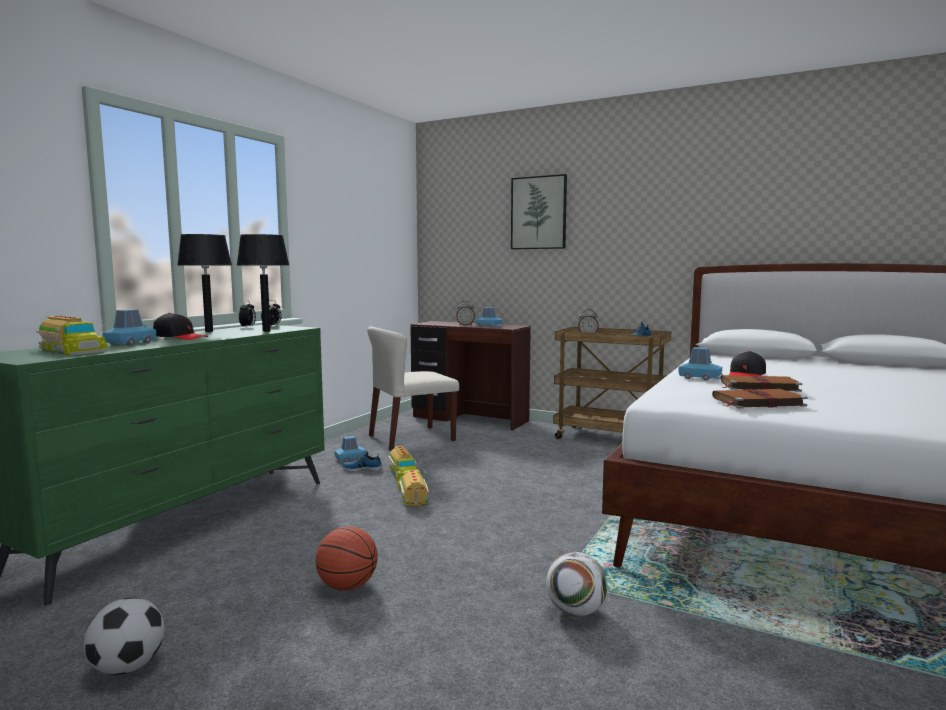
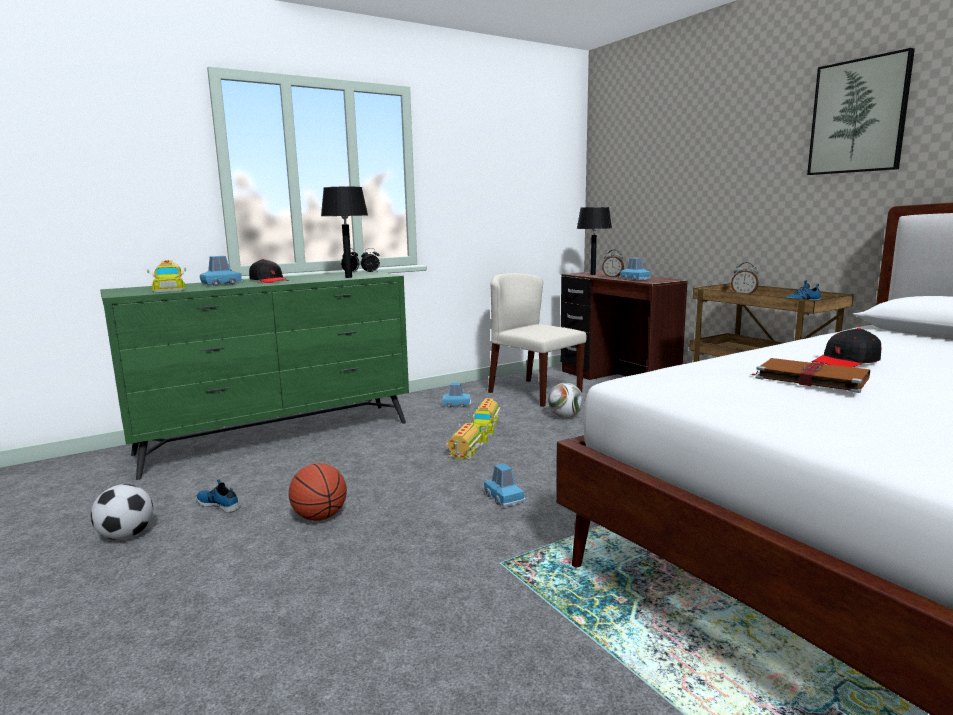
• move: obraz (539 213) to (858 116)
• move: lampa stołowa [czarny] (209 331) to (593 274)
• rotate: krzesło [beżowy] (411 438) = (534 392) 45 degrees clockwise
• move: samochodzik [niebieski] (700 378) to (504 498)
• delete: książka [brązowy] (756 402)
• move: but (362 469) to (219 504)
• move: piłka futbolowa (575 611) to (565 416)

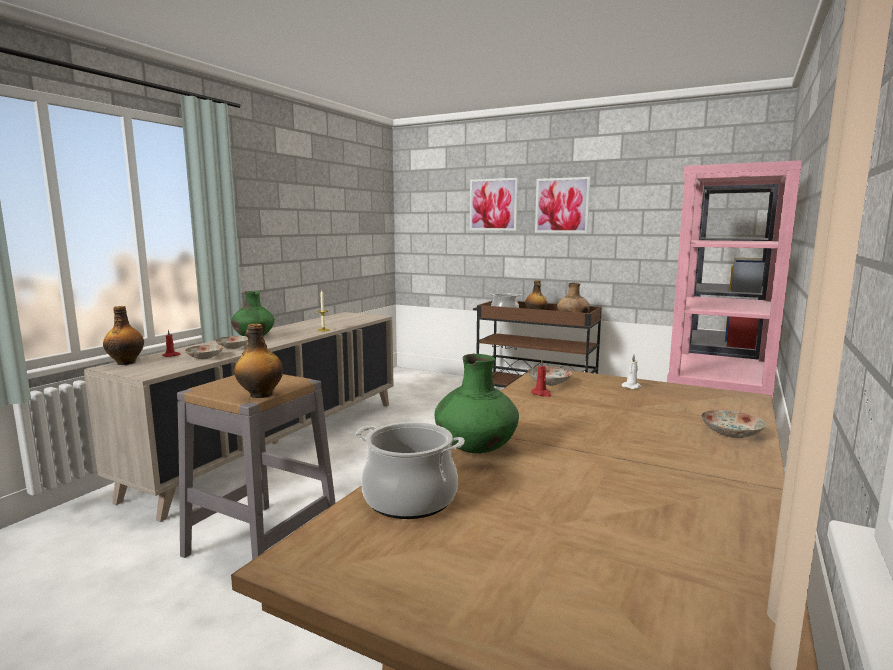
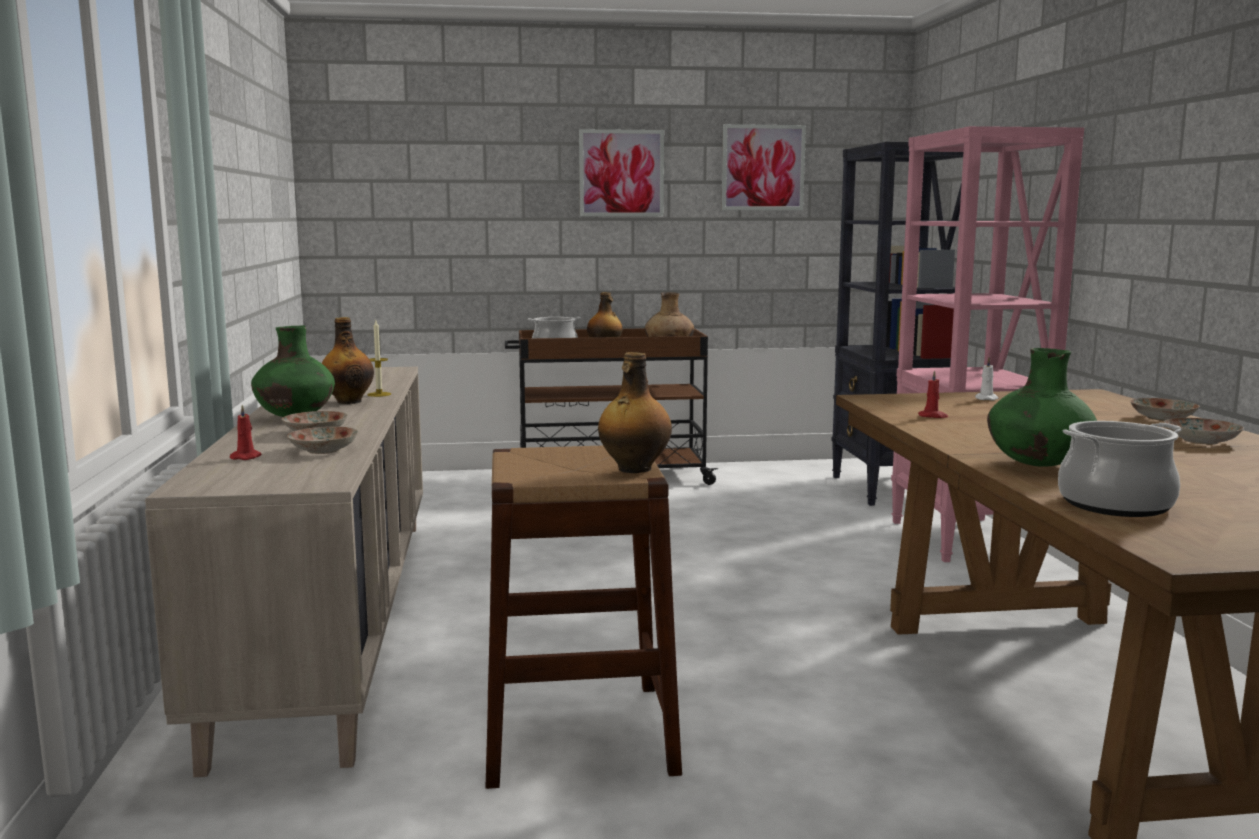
• move: obraz (493 204) to (762 167)
• move: butelka (126 362) to (348 401)
• move: talerz (550 382) to (1202 441)
• recolor: stołek [szary] (262 542) to stołek [brązowy] (577 732)

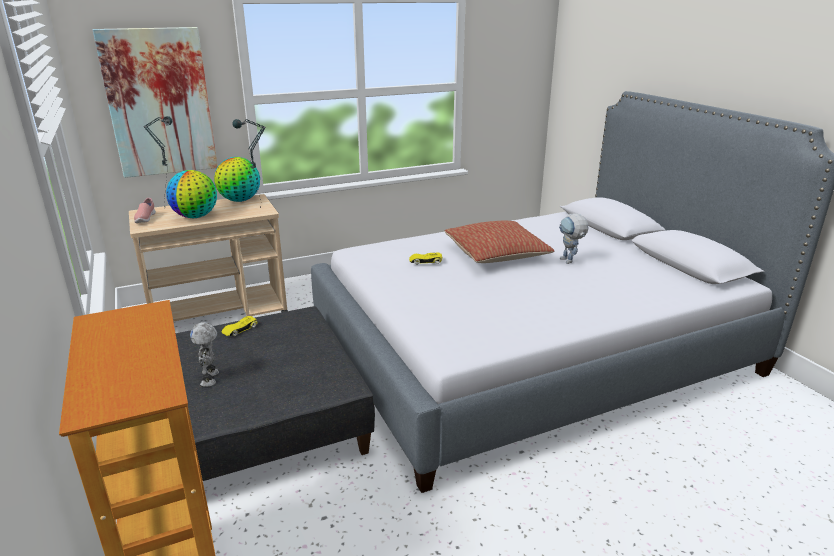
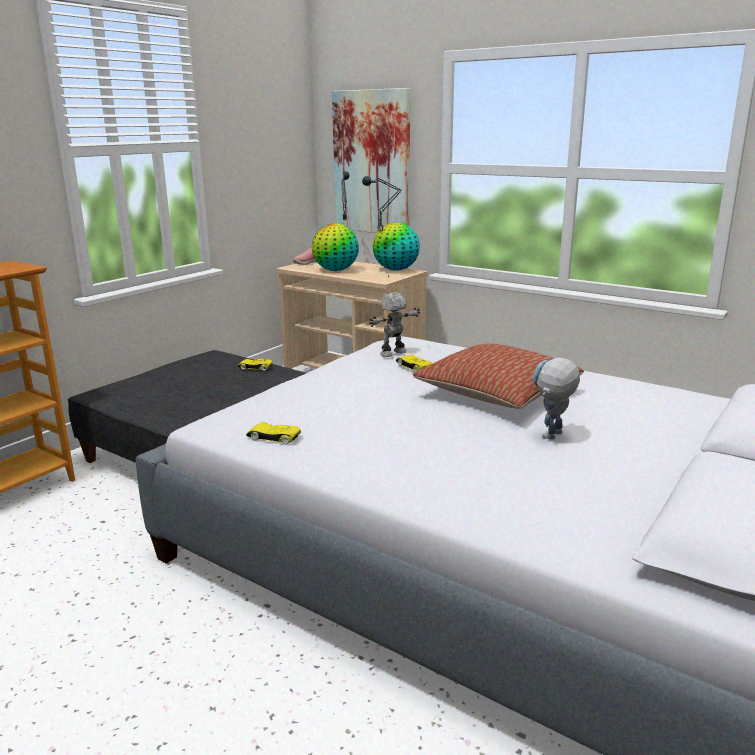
• move: robot zabawkowy (211 378) to (394 353)
• insert: samochodzik [żółty] (273 437)

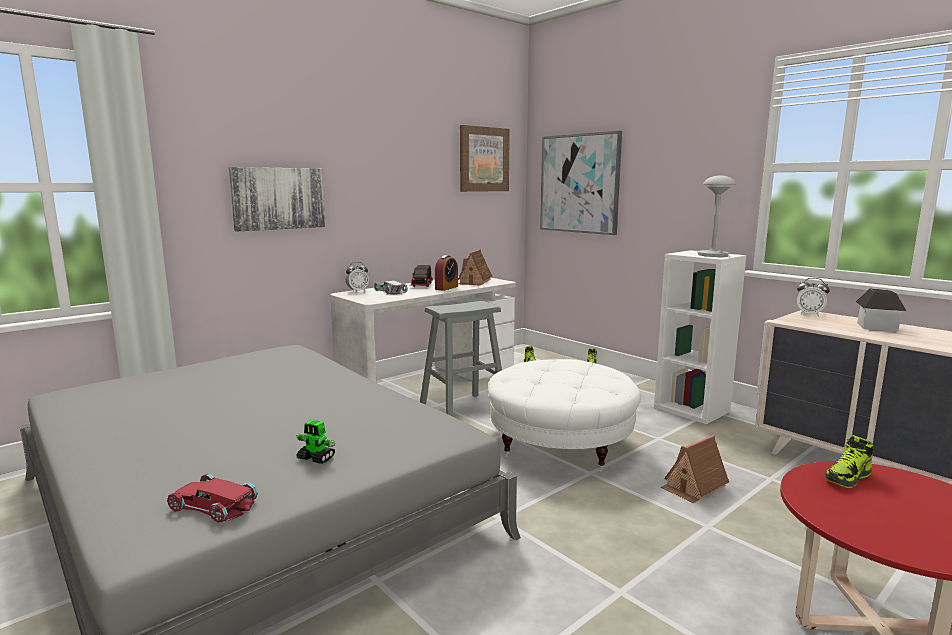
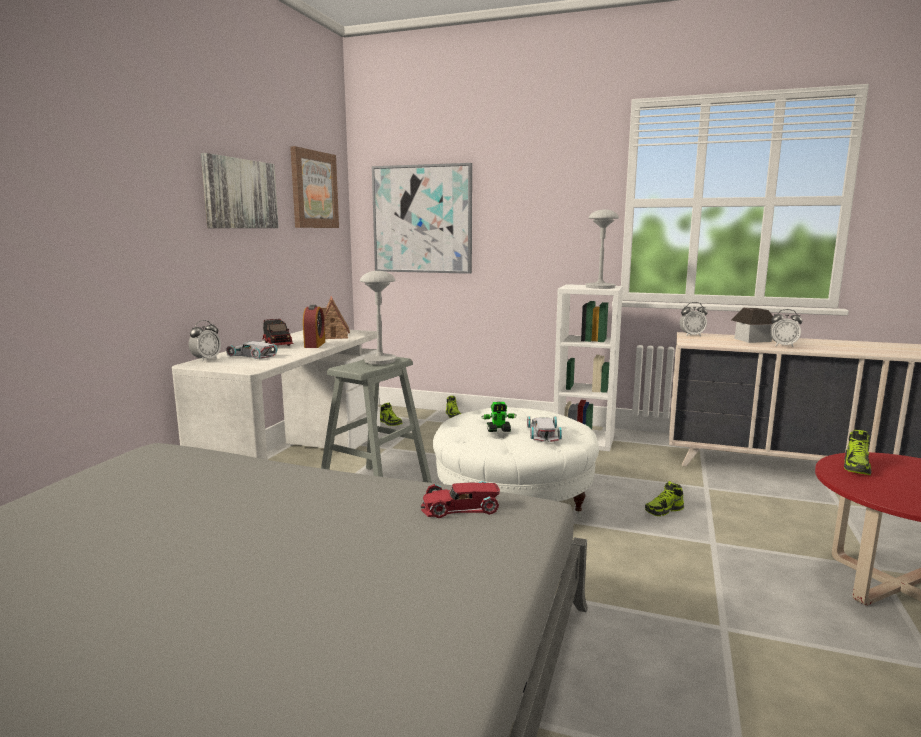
• move: obraz (278 198) to (240 194)
• move: robot zabawkowy (316 458) to (498 430)
• replace: domek (694 486) to but (664 510)
• move: samochodzik [czerwony] (213 504) to (460 506)
• insert: lampa stołowa [szary] (379 360)
• insert: budzik (783 346)
• insert: samochodzik [biały] (544 433)

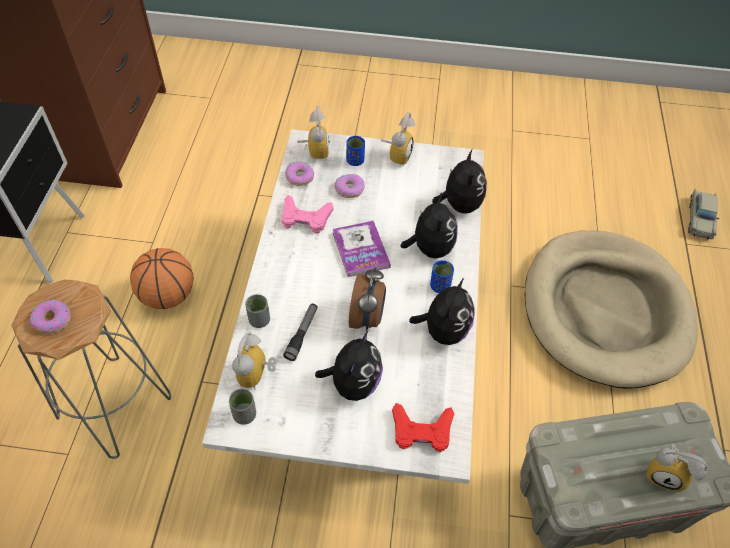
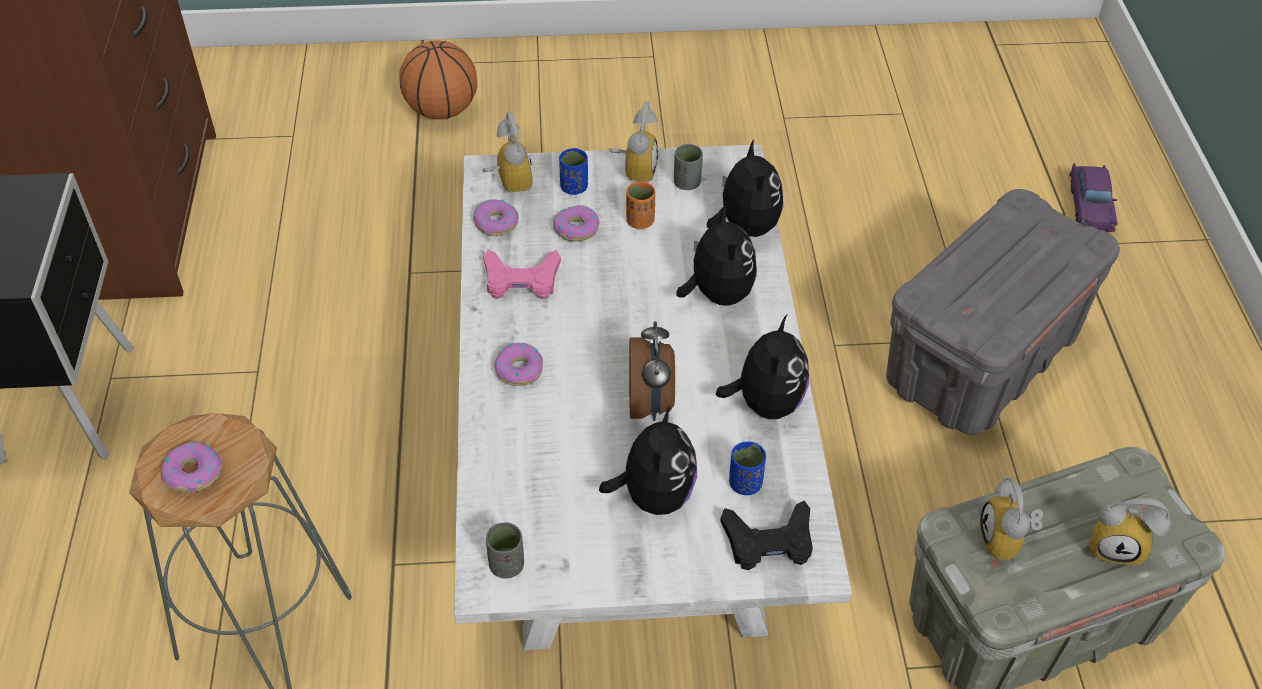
• recolor: samochodzik [beżowy] (700 219) to samochodzik [fioletowy] (1089 206)
• delete: książka (360 250)
• replace: legowisko [beżowy] (605 310) to pojemnik do przechowywania [szary] (981 358)
• move: piłka do koszykówki (168 296) to (442 110)
• move: filiżanka [niebieski] (440 286) to (745 483)
• move: filiżanka [szary] (259 320) to (687 183)
• delete: latarka (302 334)
• move: budzik (257 376) to (1007 543)
• recolor: pad do gier [czerwony] (422 431) to pad do gier [czarny] (769 541)
• insert: filiżanka [pomarańczowy] (640 221)
• insert: donut (519 369)

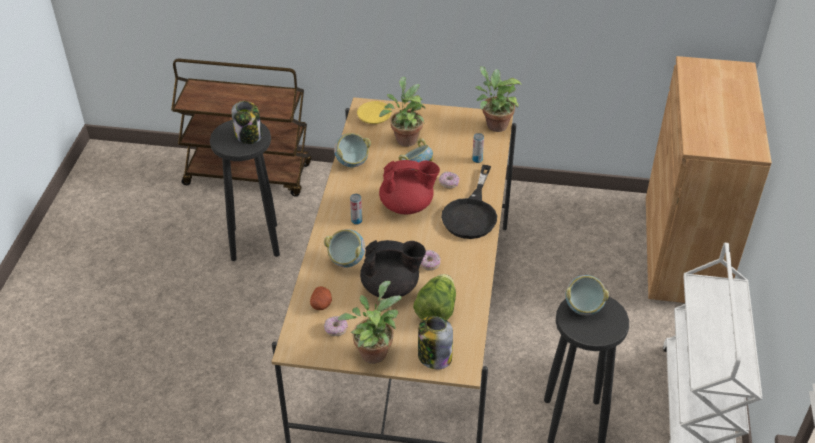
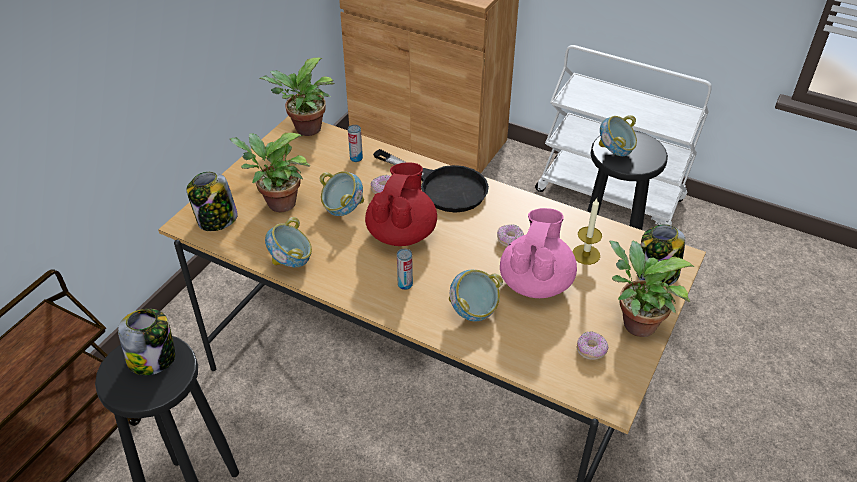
• replace: talerz [żółty] (374 117) to słoik (216 220)
• recolor: imbryk [czarny] (391 287) to imbryk [różowy] (536 282)
• replace: sałata (436 310) to świeca (586 254)
• delete: ziemniak (321 304)

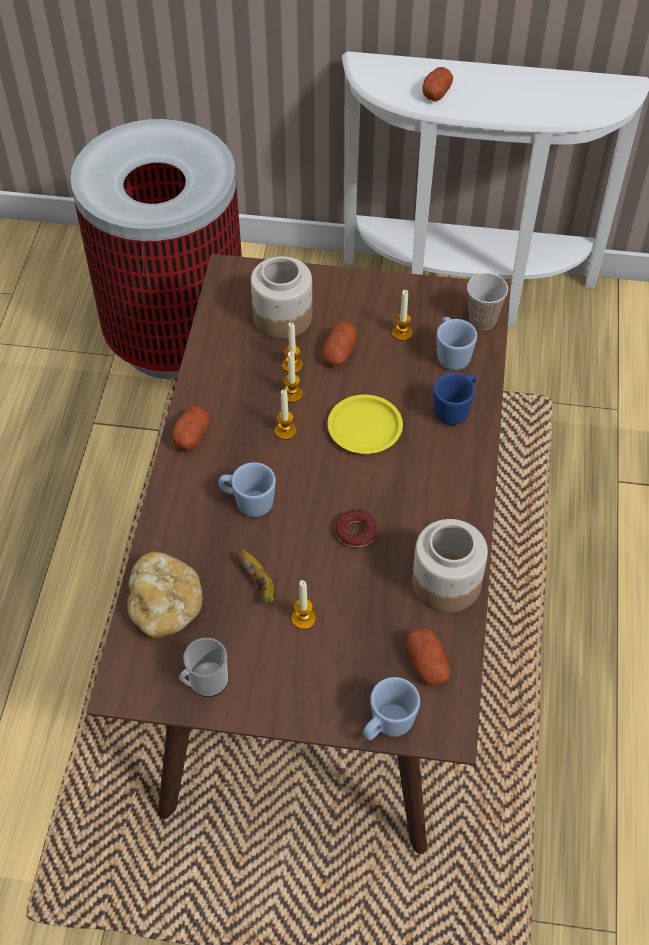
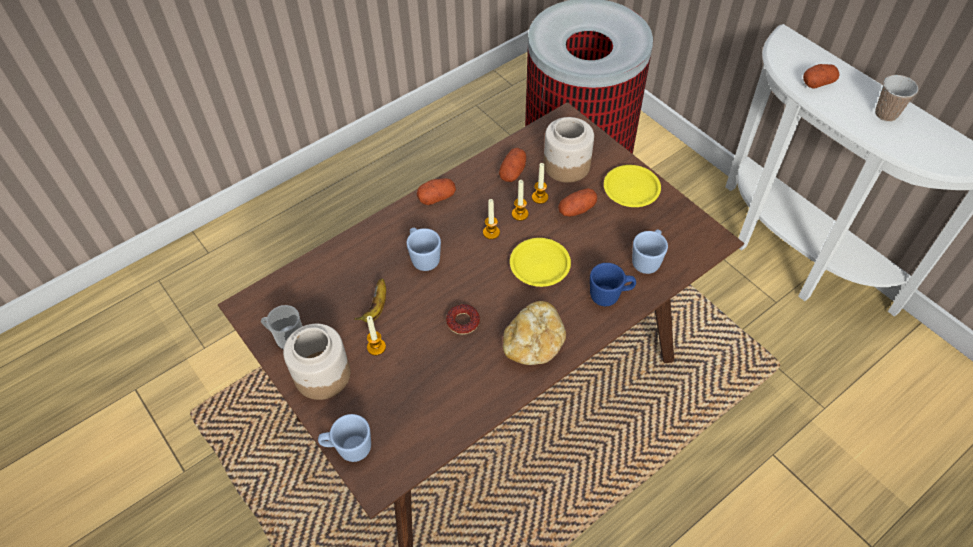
• move: filiżanka (482 320) to (886 114)
• delete: świeca (402 333)
• move: słoik (445 583) to (321 374)
• move: chleb (165 606) to (533 344)
• move: ziemniak (427 664) to (513 172)
• insert: talerz [żółty] (631 189)

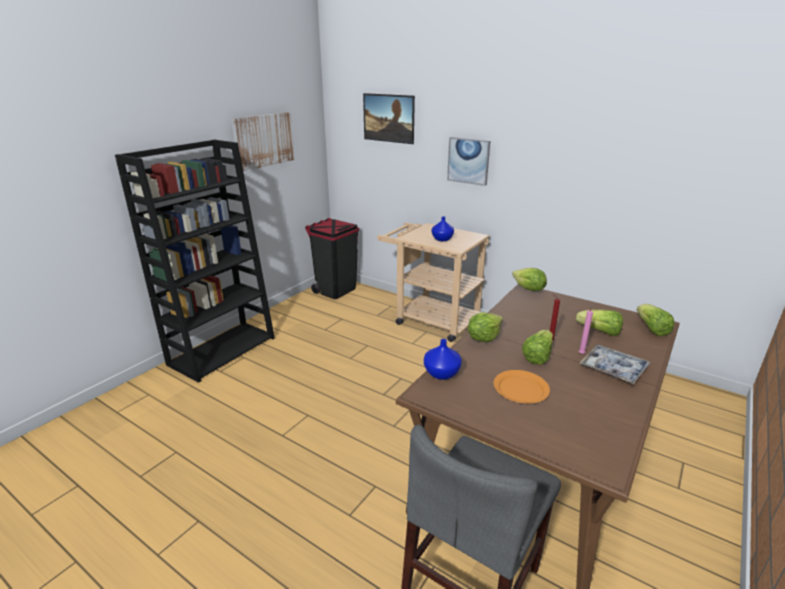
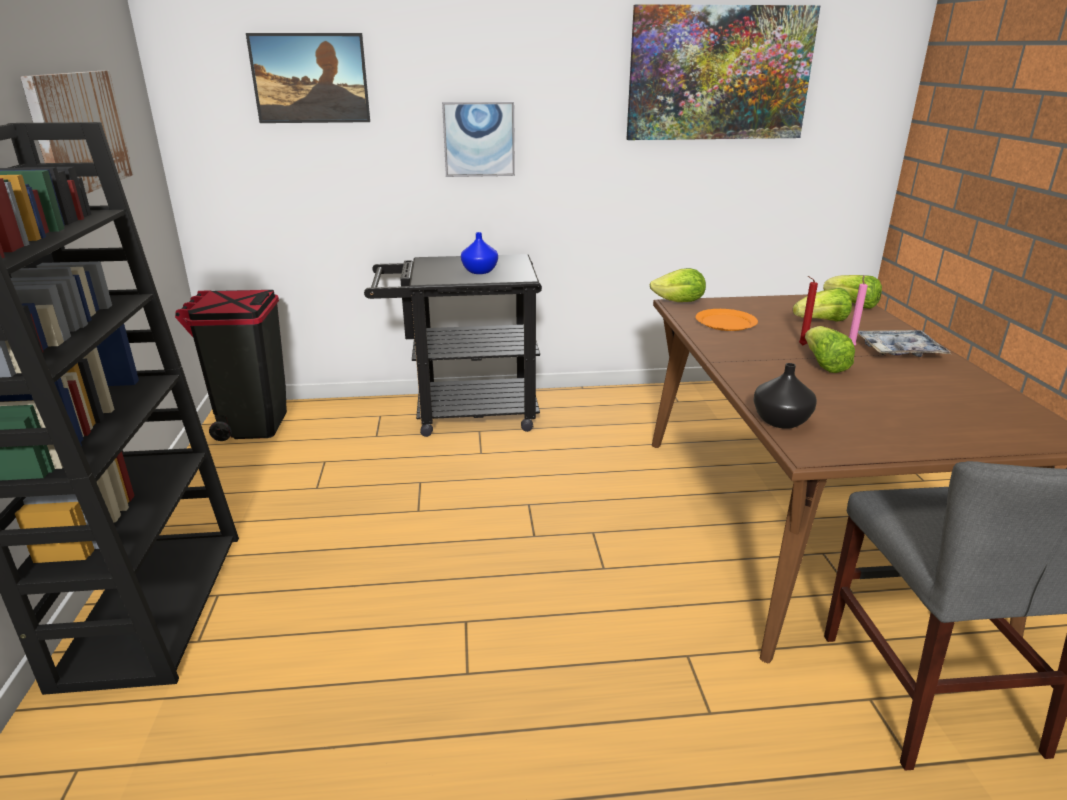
• recolor: wózek [beżowy] (430 319) to wózek [czarny] (463 413)
• delete: sałata (483 338)
• recolor: wazon [niebieski] (441 374) to wazon [czarny] (782 421)
• move: talerz [pomarańczowy] (521 389) to (726 323)
• insert: obraz (719 74)

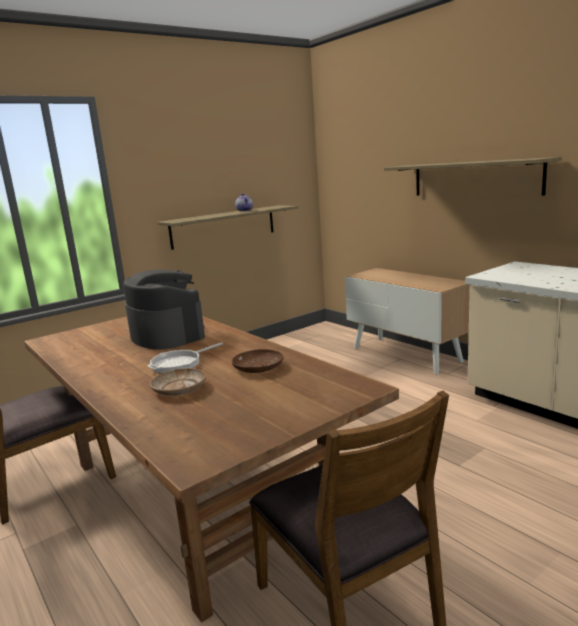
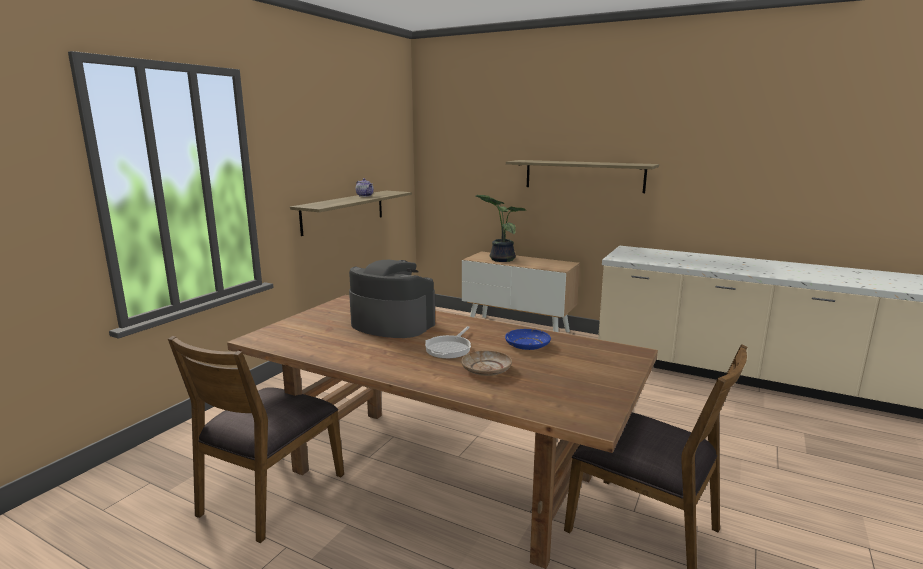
• recolor: talerz [brązowy] (258 367) to talerz [niebieski] (527 345)
• insert: roślina doniczkowa (500 259)

